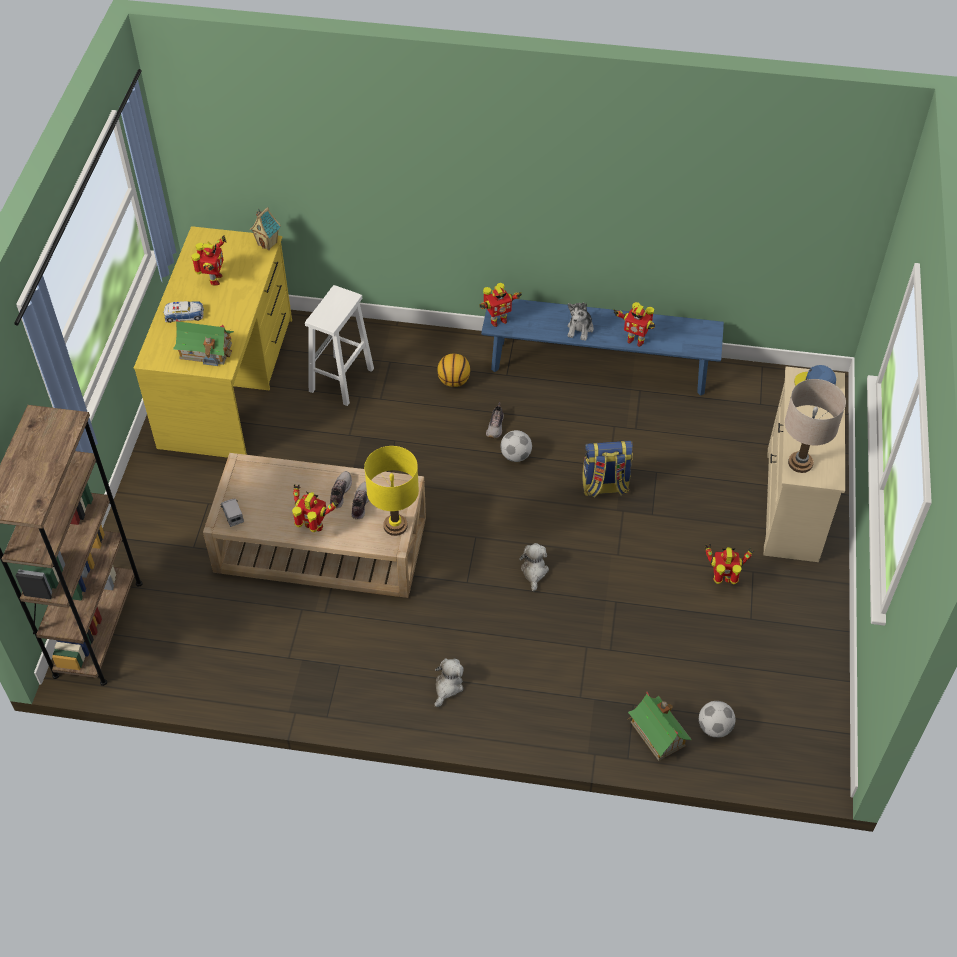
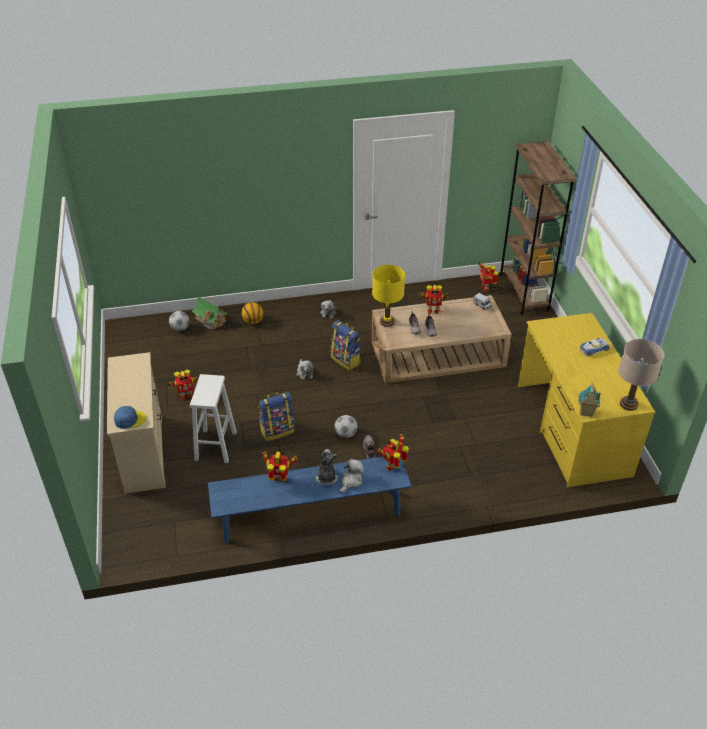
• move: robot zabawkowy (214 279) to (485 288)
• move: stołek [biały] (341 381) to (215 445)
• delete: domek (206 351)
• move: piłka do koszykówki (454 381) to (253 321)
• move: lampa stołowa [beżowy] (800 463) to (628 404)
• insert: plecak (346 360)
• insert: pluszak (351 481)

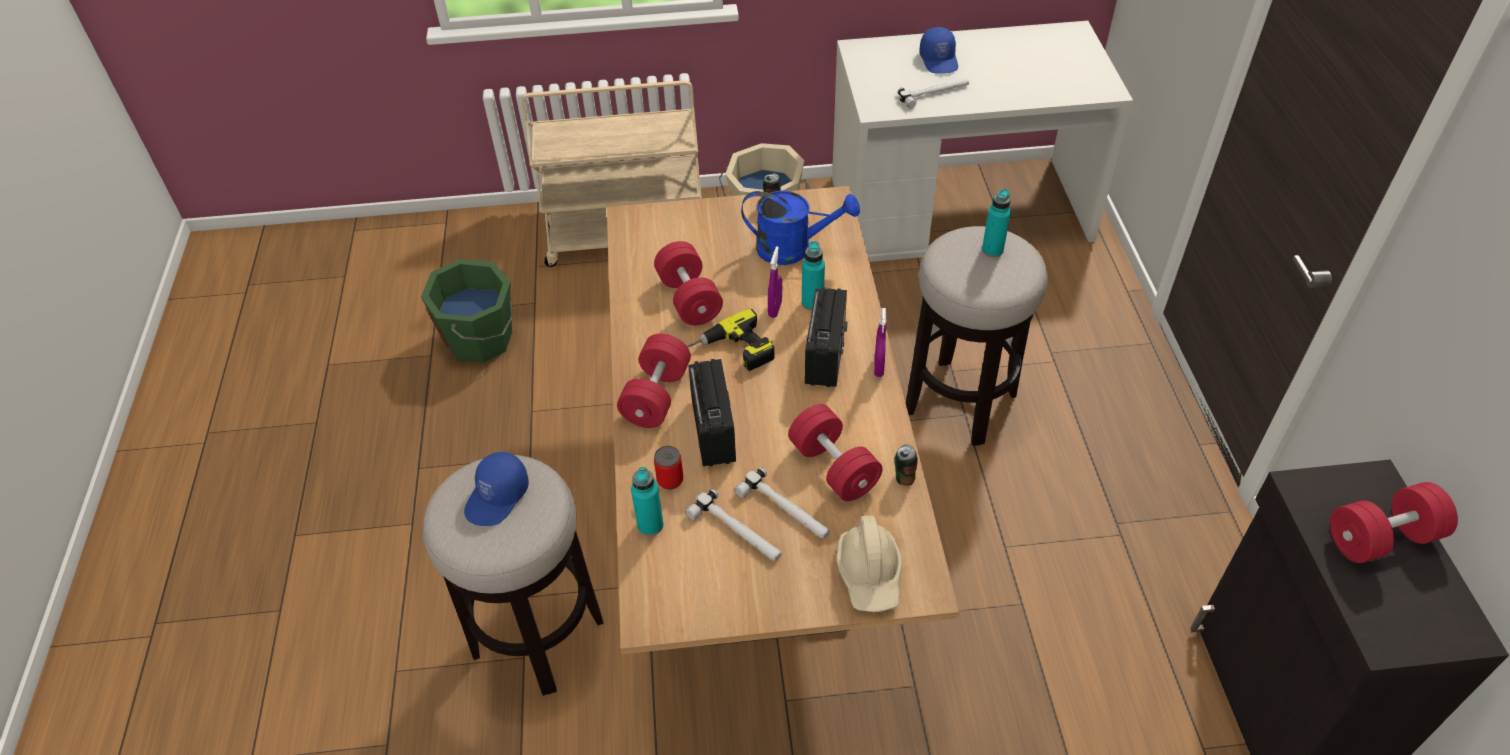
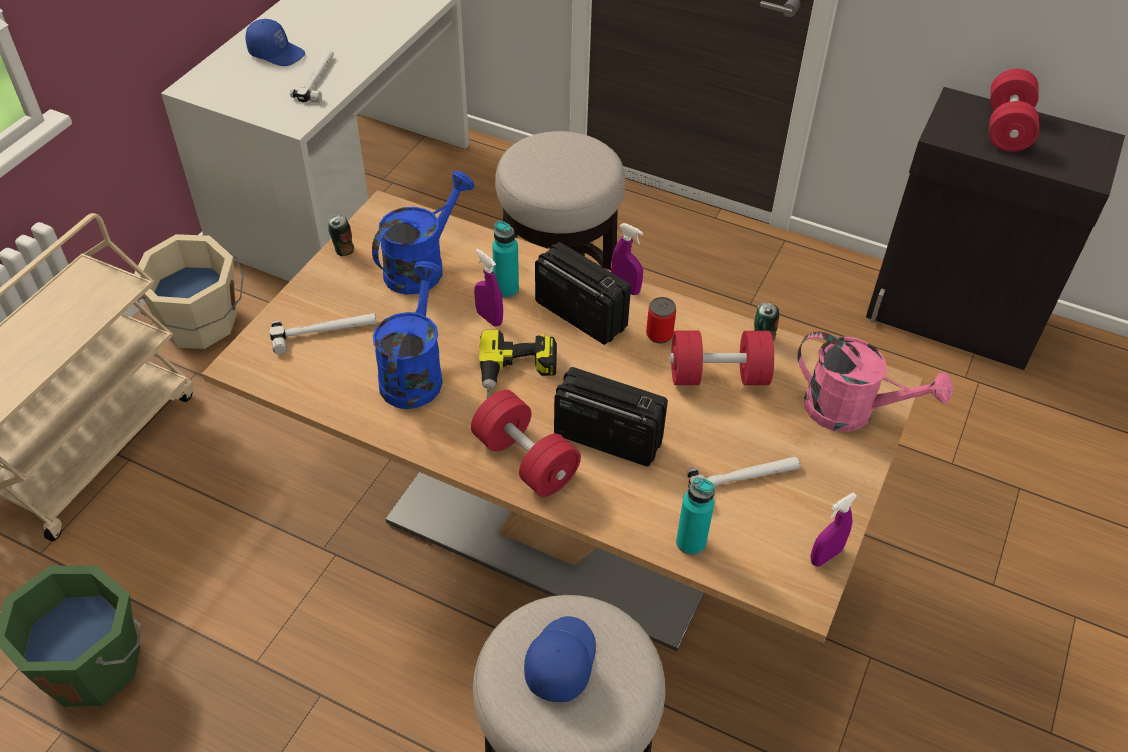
• delete: butelka [turkusowy] (992 250)
• replace: hantel [czerwony] (689 299) to konewka [niebieski] (414 372)
• move: puszka (670 480) to (659 334)
• rotate: czapka z daszkiem [niebieski] (498 497) = (560 661) 135 degrees counterclockwise
• move: młotek (785 509) to (324 332)
• replace: kask [beżowy] (870 574) to konewka [różowy] (851 411)
• insert: spryskiwacz [fioletowy] (825 556)

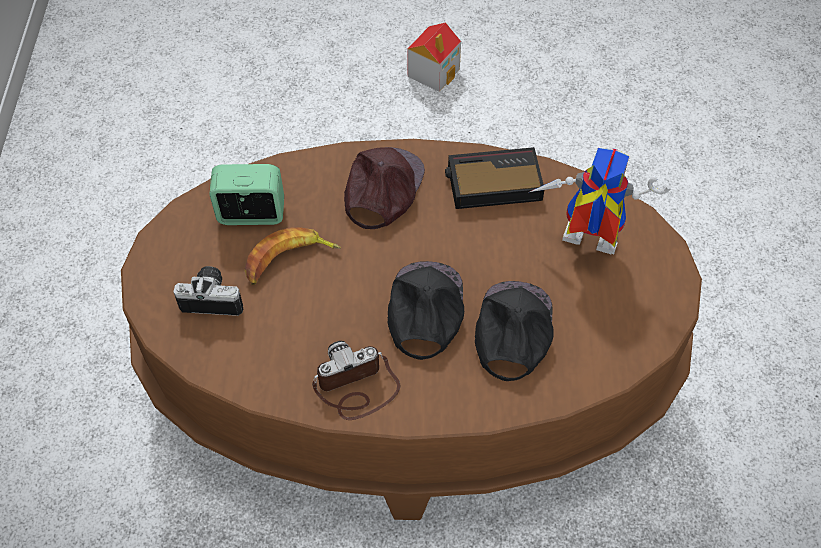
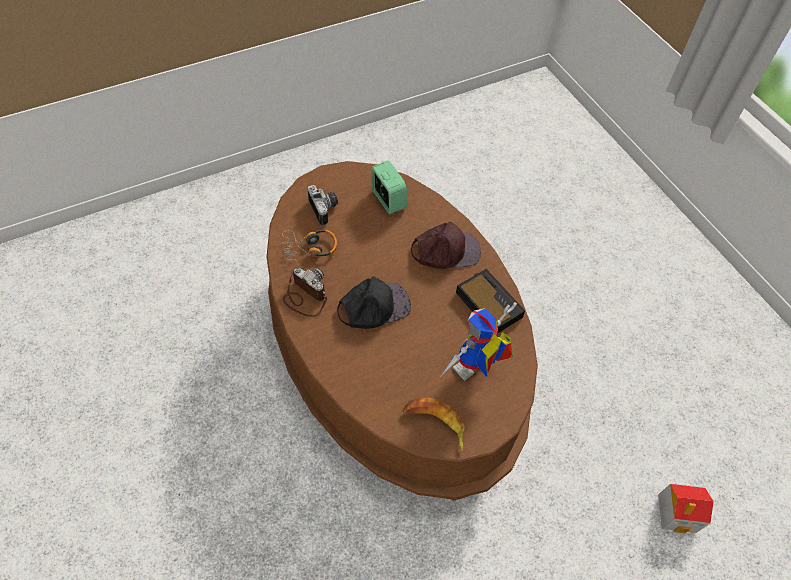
• move: domek (434 72) to (677 513)
• rotate: robot zabawkowy (583 244) = (474 371) 120 degrees counterclockwise
• move: banan (288 261) to (435 424)
• delete: czapka z daszkiem [czarny] (512 331)
• insert: słuchawki (310 249)

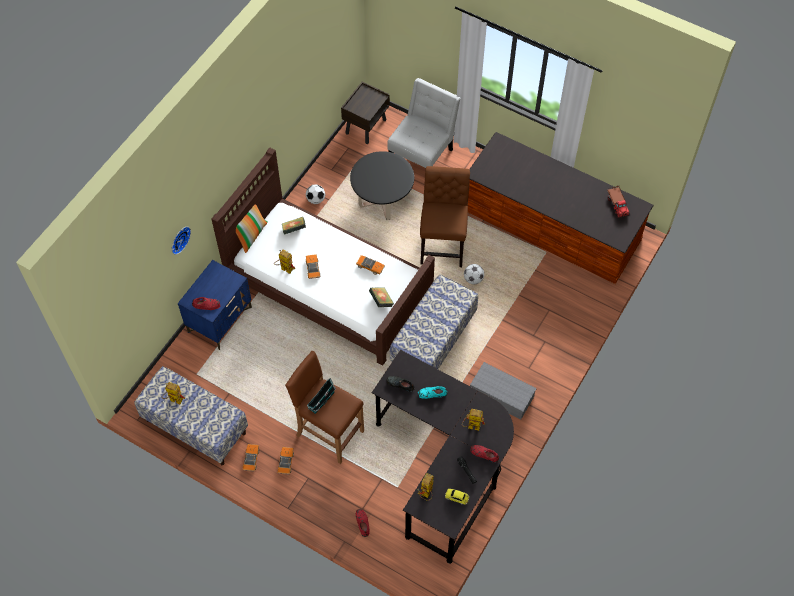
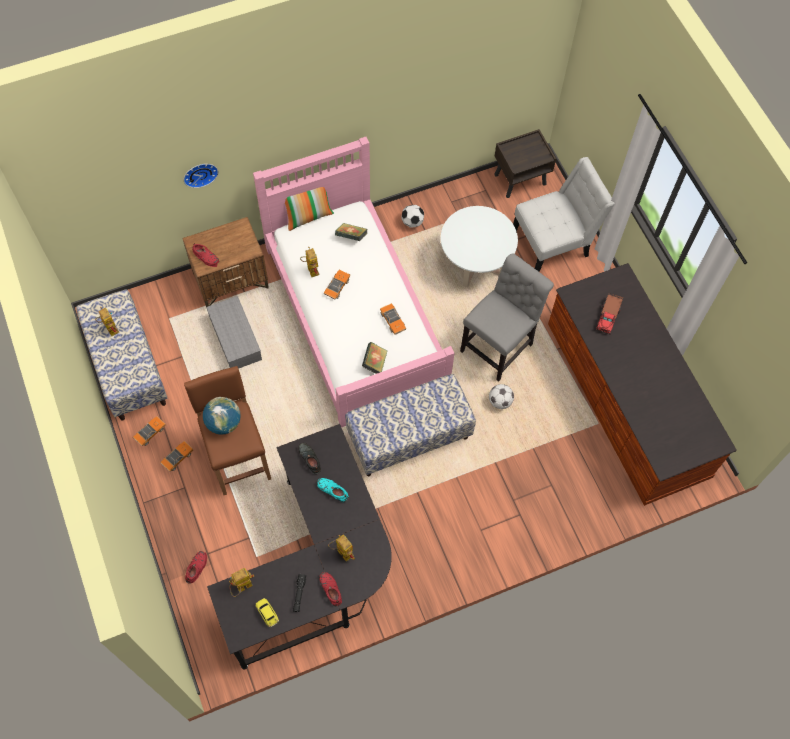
• recolor: łóżko [brązowy] (328 286) to łóżko [różowy] (354 315)
• recolor: ława [czarny] (382 201) to ława [biały] (475 264)
• recolor: krzesło [brązowy] (443 244) to krzesło [szary] (499 345)
• move: ciężarówka zabawkowa (617 204) to (608 316)
• recolor: szafka nocna [niebieski] (220 319) to szafka nocna [brązowy] (231 280)
• move: pojemnik do przechowywania [szary] (500 395) to (234 338)
• replace: domek (321 402) to globus (224 423)

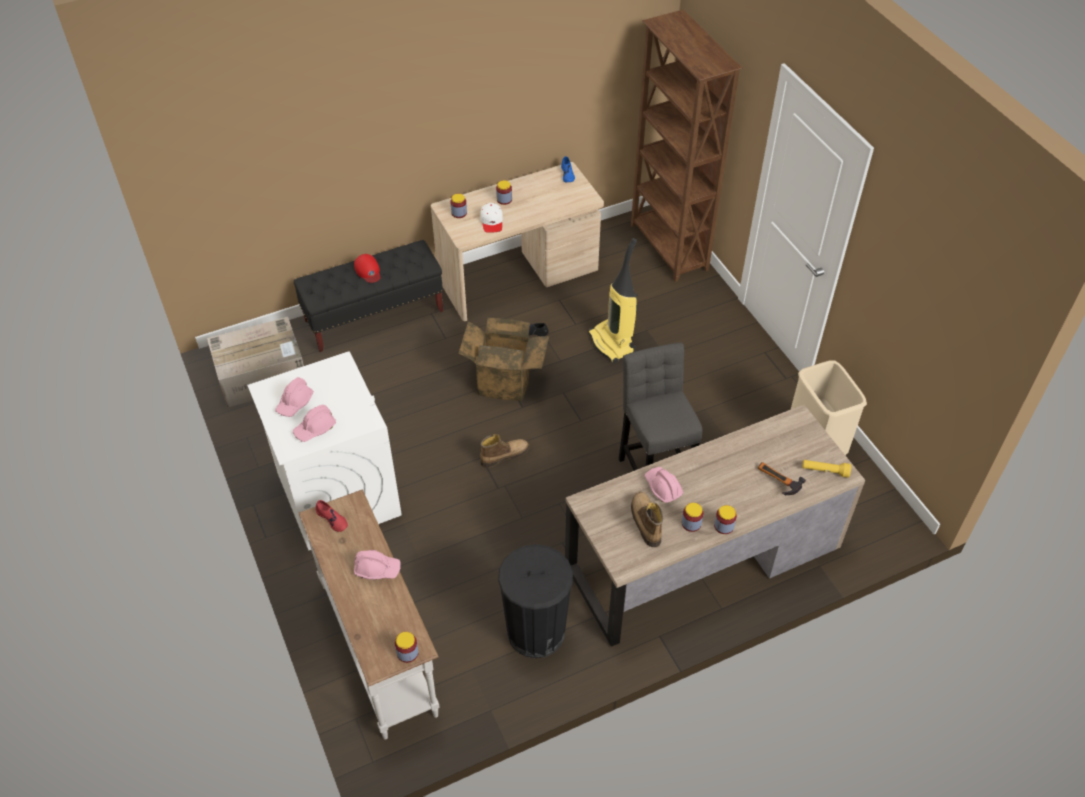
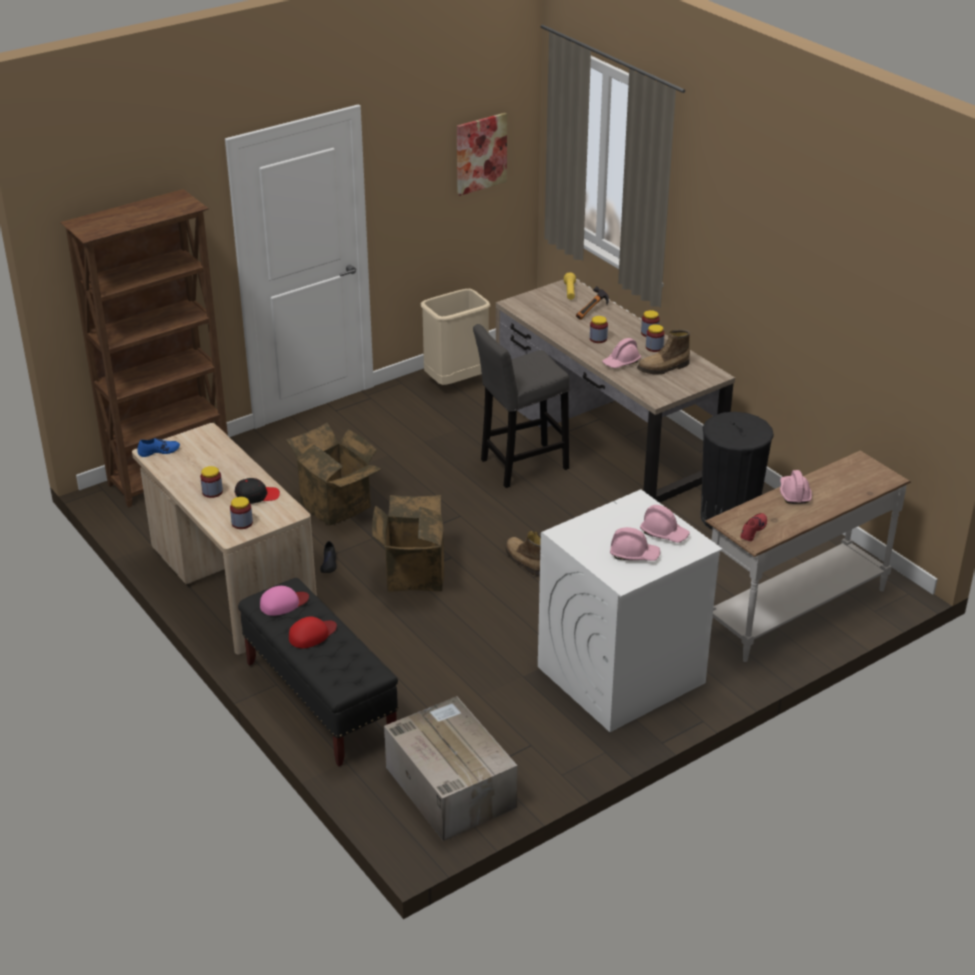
• recolor: czapka z daszkiem [biały] (492 221) to czapka z daszkiem [czarny] (257 496)
• replace: odkurzacz (613 343) to karton (339 504)
• move: słoik (407 653) to (598 339)
• insert: obraz (481 153)
• insert: czapka z daszkiem [różowy] (283 603)

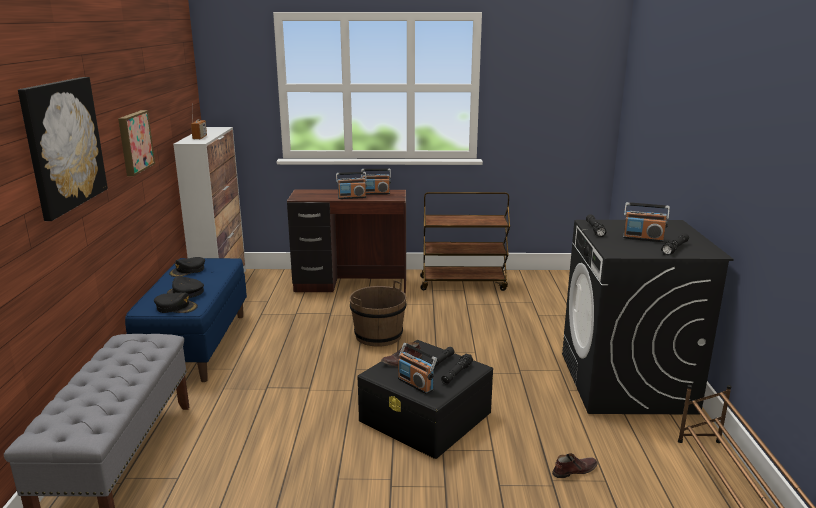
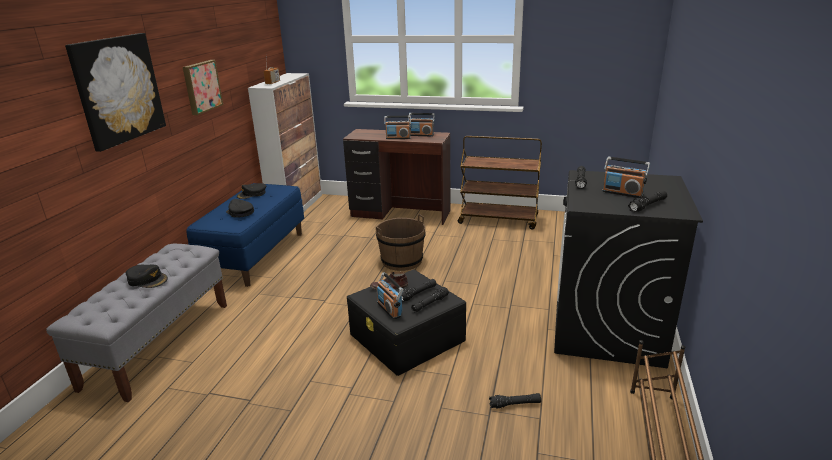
• move: czapka z daszkiem [czarny] (176 307) to (147 280)
• replace: but [brązowy] (574 470) to latarka [czarny] (515 404)

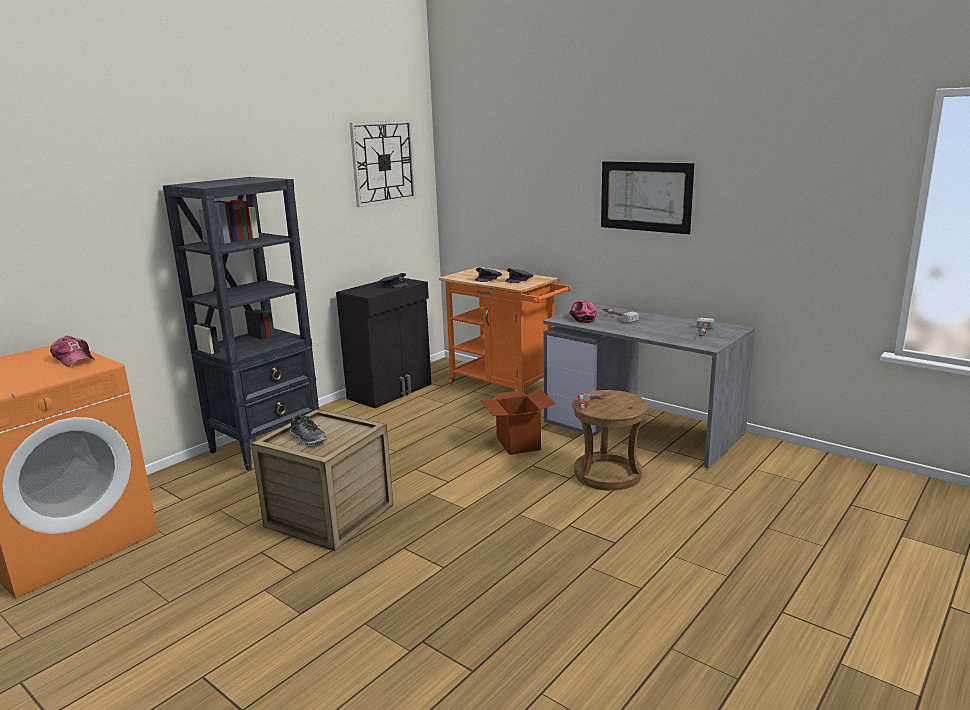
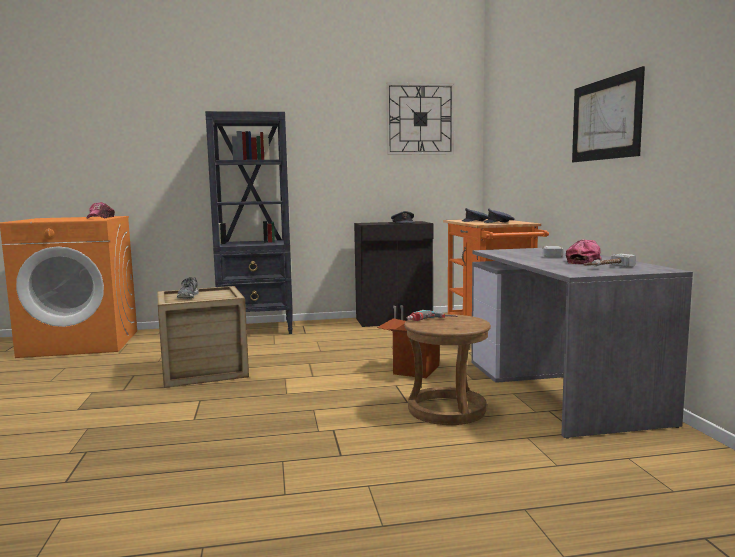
• move: czapka z daszkiem (582 317) to (584 261)

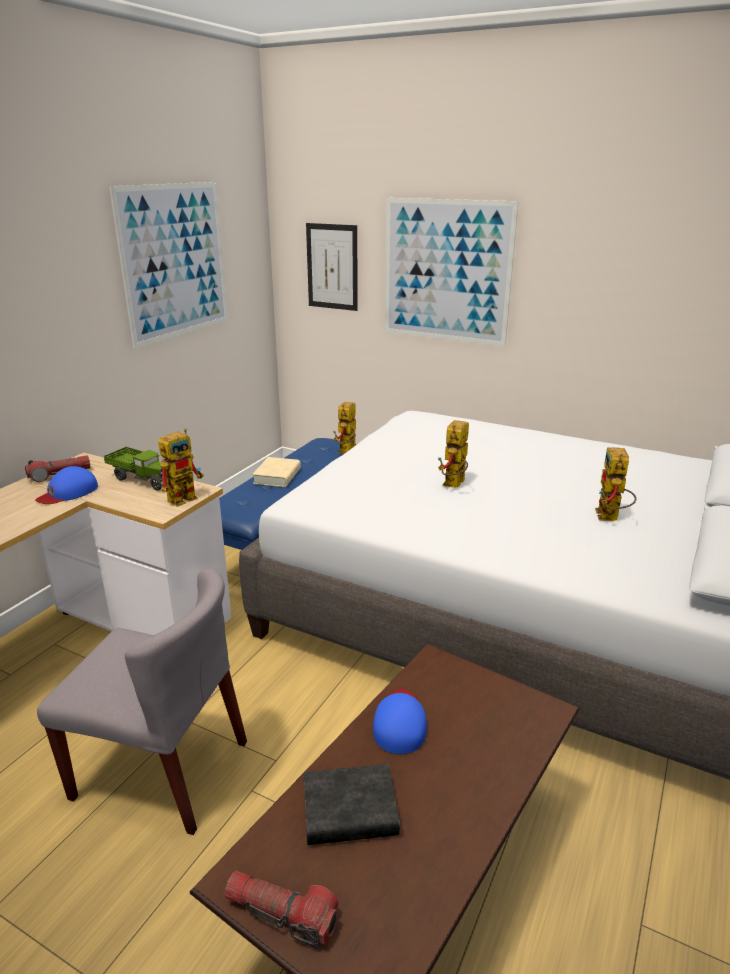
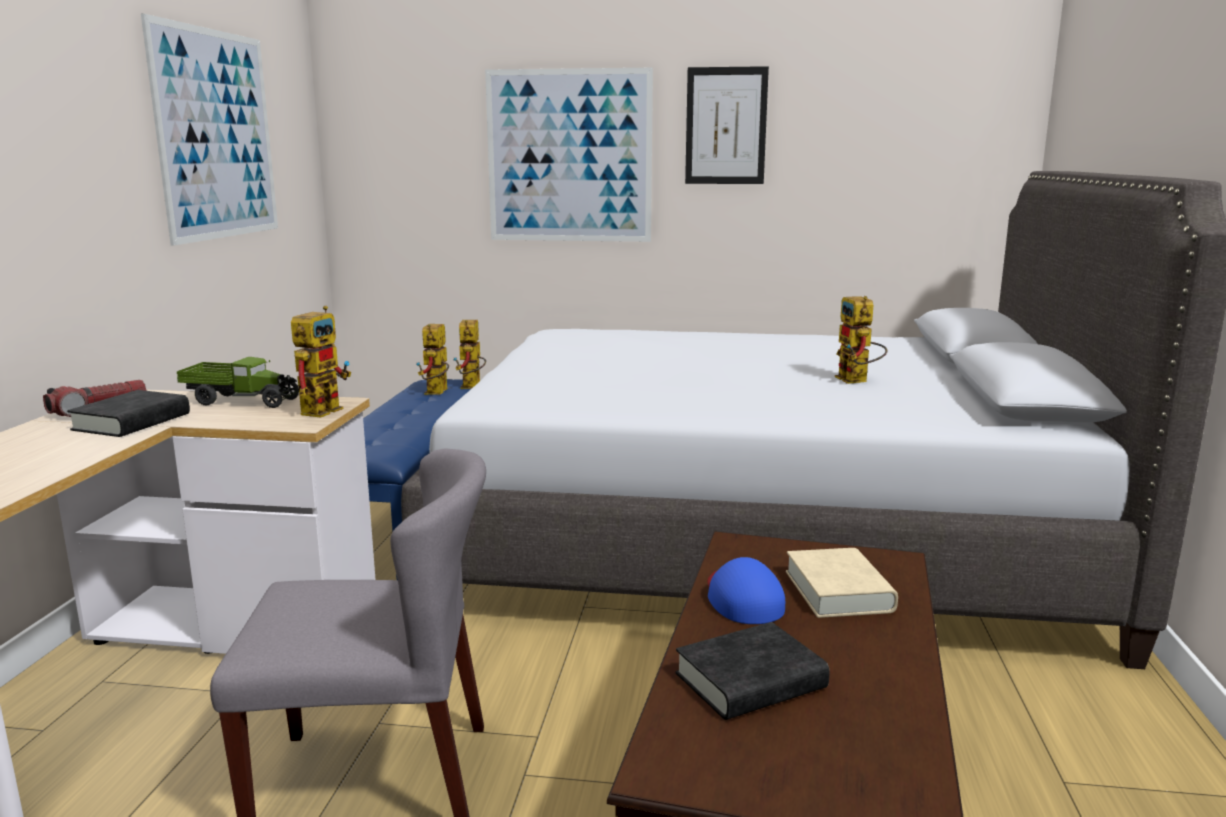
• move: obraz (332 267) to (726 126)
• move: robot zabawkowy (454 485) to (437 393)
• move: książka [beżowy] (277 476) to (838 591)
• replace: czapka z daszkiem [niebieski] (68 492) to książka [czarny] (132 422)
• delete: latarka (281 914)

